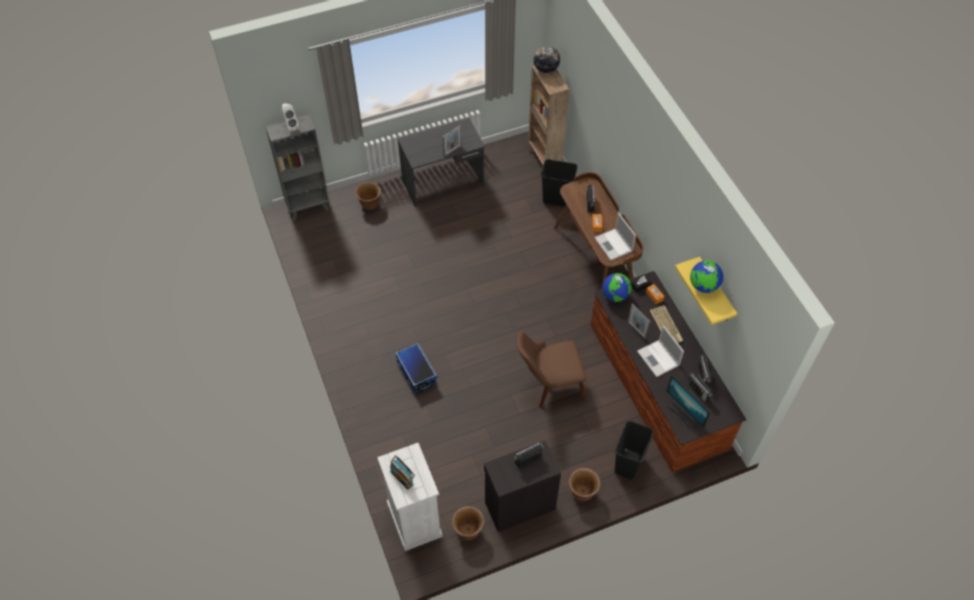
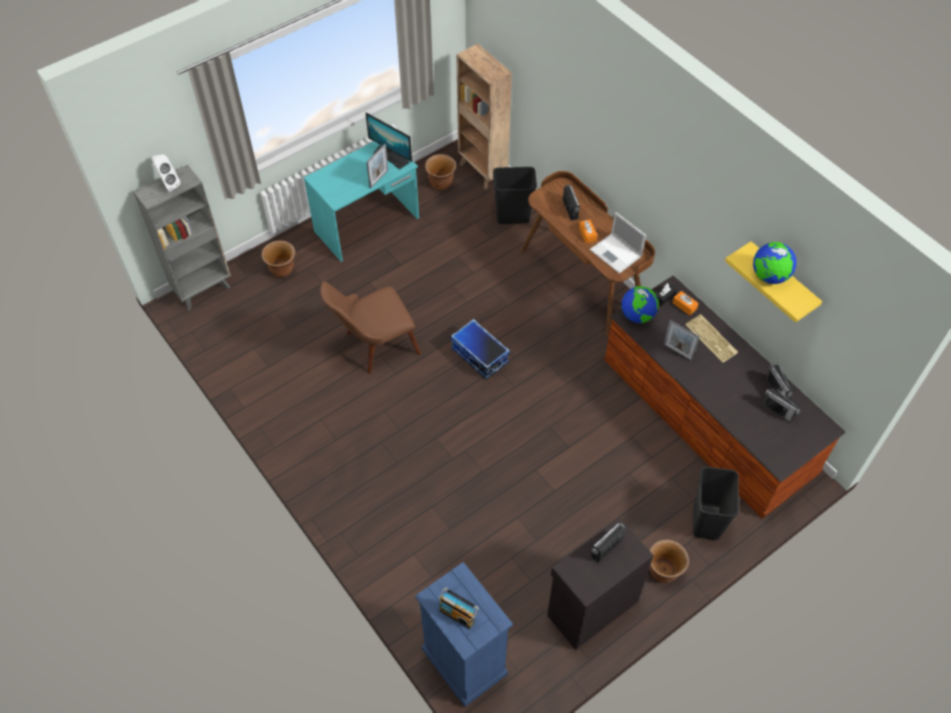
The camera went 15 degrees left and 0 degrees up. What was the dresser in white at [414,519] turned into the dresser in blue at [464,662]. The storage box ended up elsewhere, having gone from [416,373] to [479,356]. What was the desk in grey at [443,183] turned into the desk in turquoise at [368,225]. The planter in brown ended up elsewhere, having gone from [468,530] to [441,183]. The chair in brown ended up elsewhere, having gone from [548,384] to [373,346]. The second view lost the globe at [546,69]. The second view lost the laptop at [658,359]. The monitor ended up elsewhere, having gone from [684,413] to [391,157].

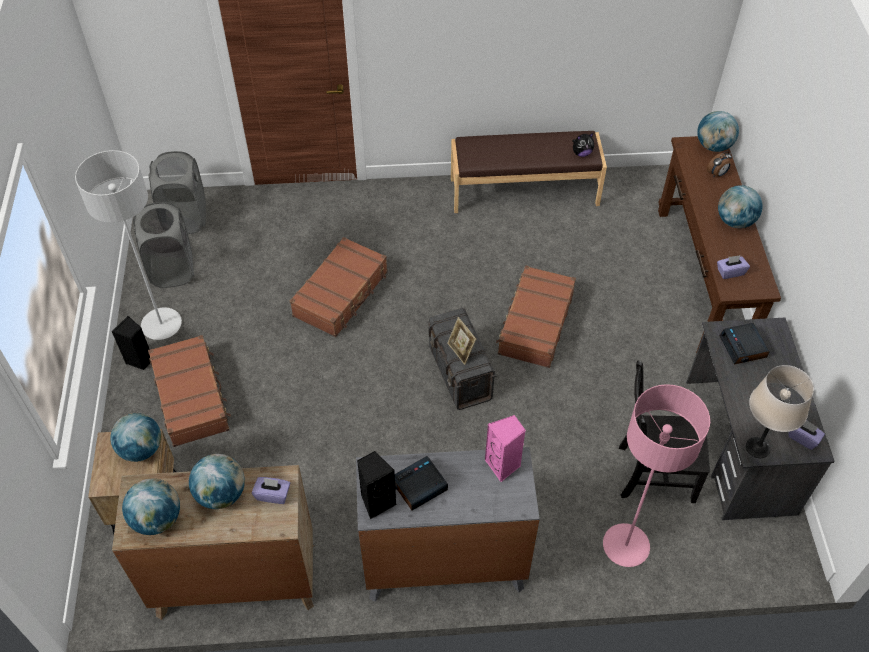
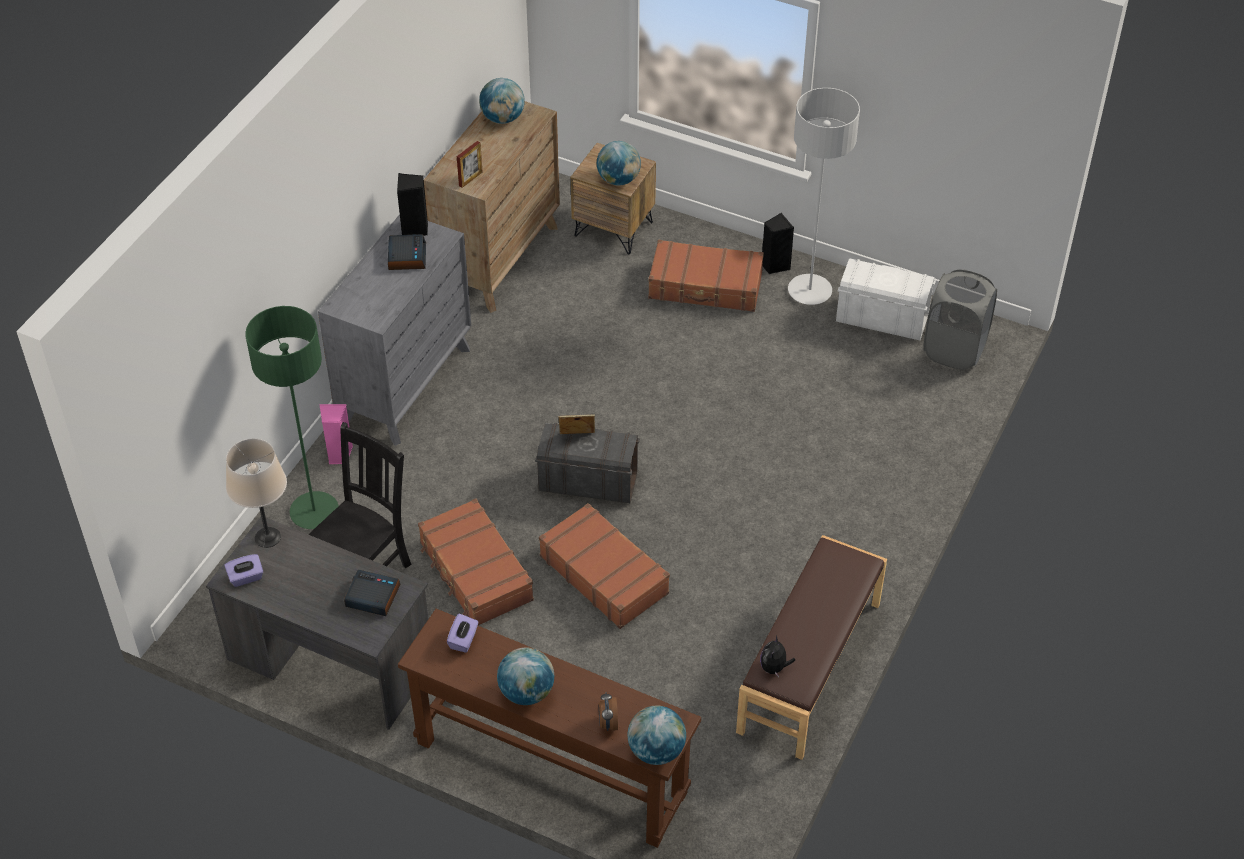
The camera went 120 degrees right and 5 degrees down. Where the laundry basket in grey stood at [172,269], the storage box in white came to stand at [881,319]. The second view lost the globe at [221,494]. Where the tissue box in purple stood at [273,494], the picture frame came to stand at [470,179]. The suitcase in brown ended up elsewhere, having gone from [341,294] to [475,572]. The speaker in pink ended up elsewhere, having gone from [503,465] to [338,454]. What was the floor lamp in pink at [625,546] turned into the floor lamp in green at [314,512].

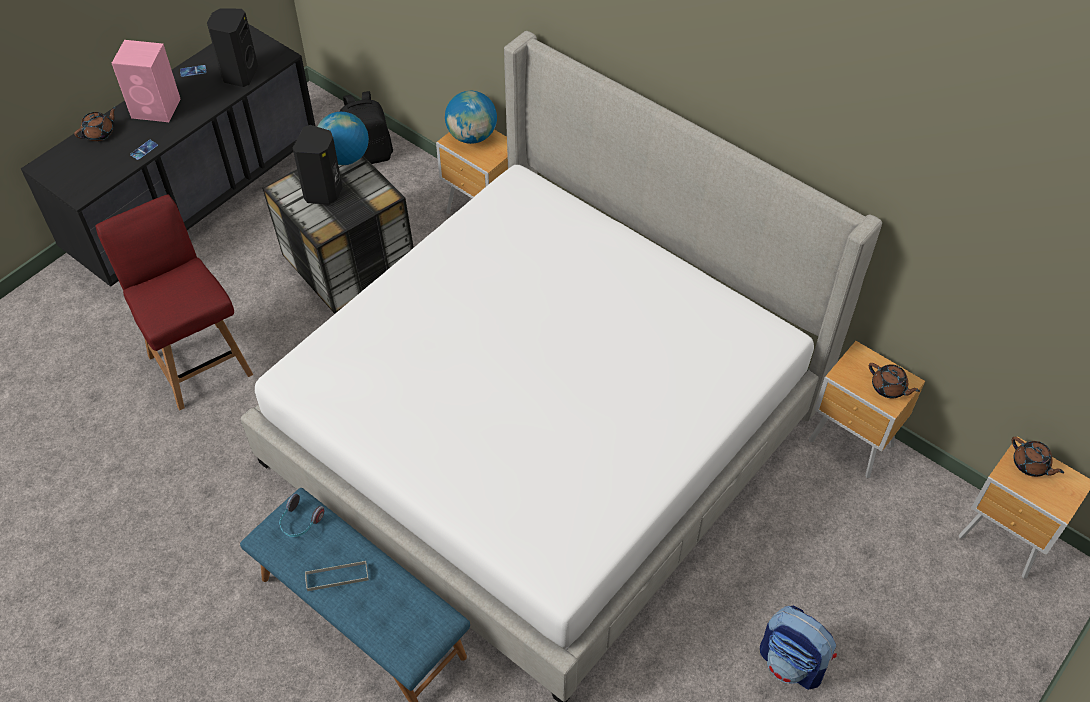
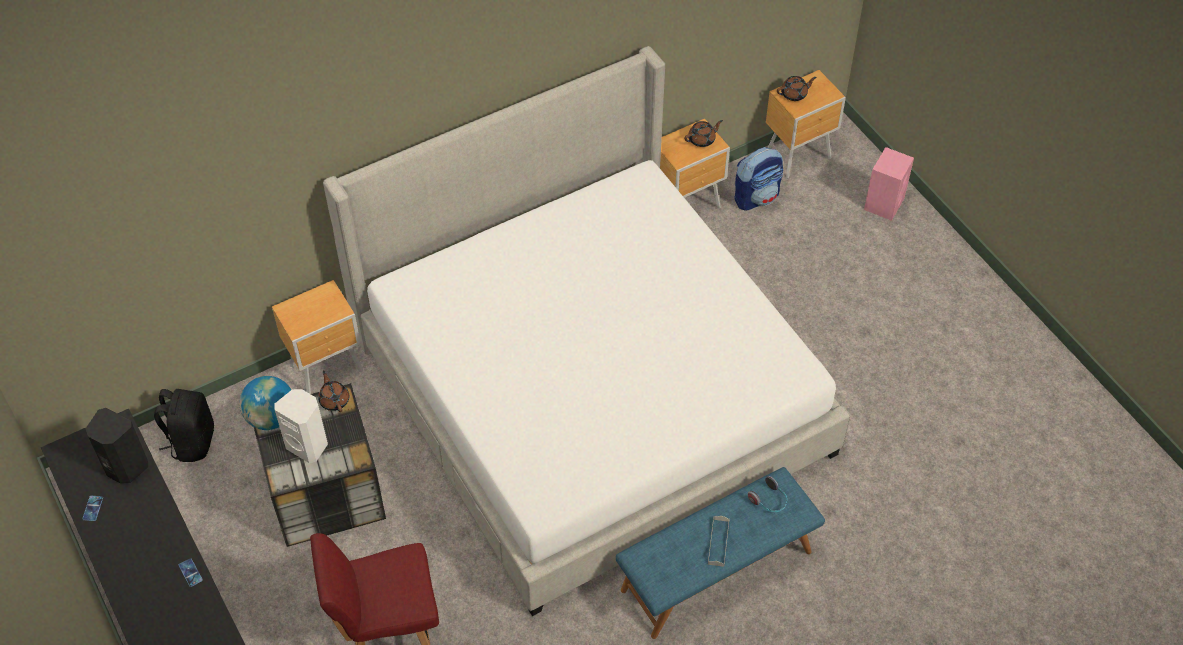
The camera went 70 degrees left and 0 degrees up. The teapot in brown ended up elsewhere, having gone from [100,133] to [334,400]. The speaker in pink ended up elsewhere, having gone from [157,108] to [884,203]. The headphones ended up elsewhere, having gone from [300,522] to [769,501]. What was the speaker in black at [324,192] turned into the speaker in white at [308,445]. The second view lost the globe at [472,136]. The backpack ended up elsewhere, having gone from [792,663] to [756,197].

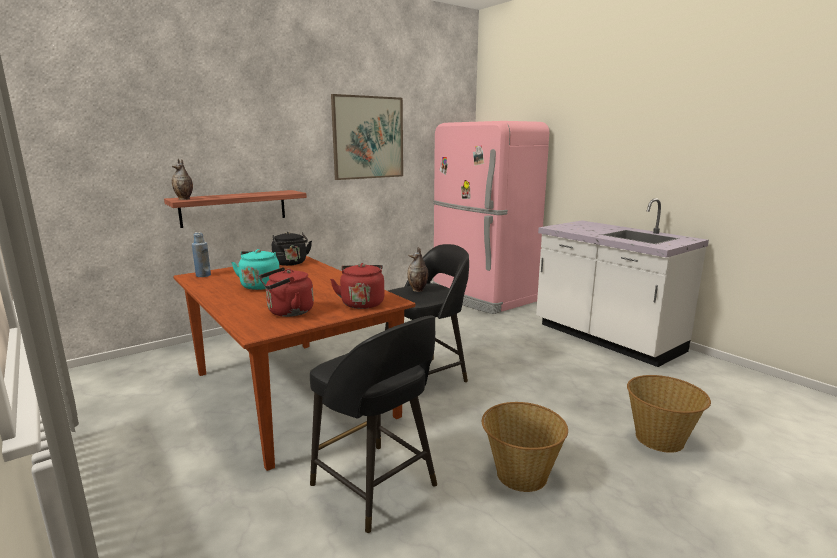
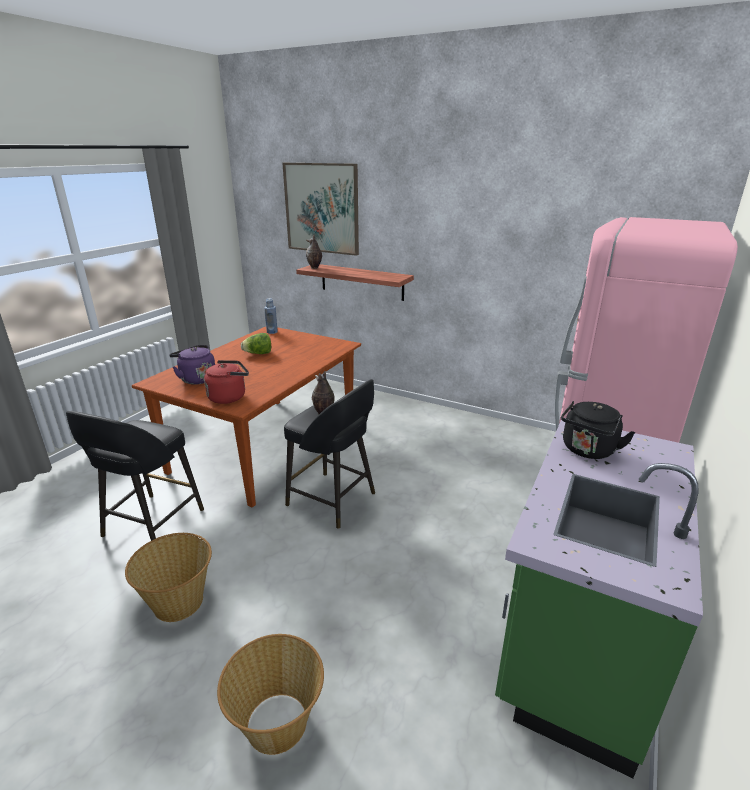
The camera went 65 degrees right and 10 degrees up. Where the kettle in turquoise stood at [261,285], the lettuce came to stand at [258,354]. What was the kettle in red at [287,312] turned into the kettle in purple at [196,379]. The kettle in black ended up elsewhere, having gone from [291,263] to [587,451]. The picture ended up elsewhere, having gone from [368,137] to [321,208]. What was the counter in white at [606,338] turned into the counter in green at [575,639].

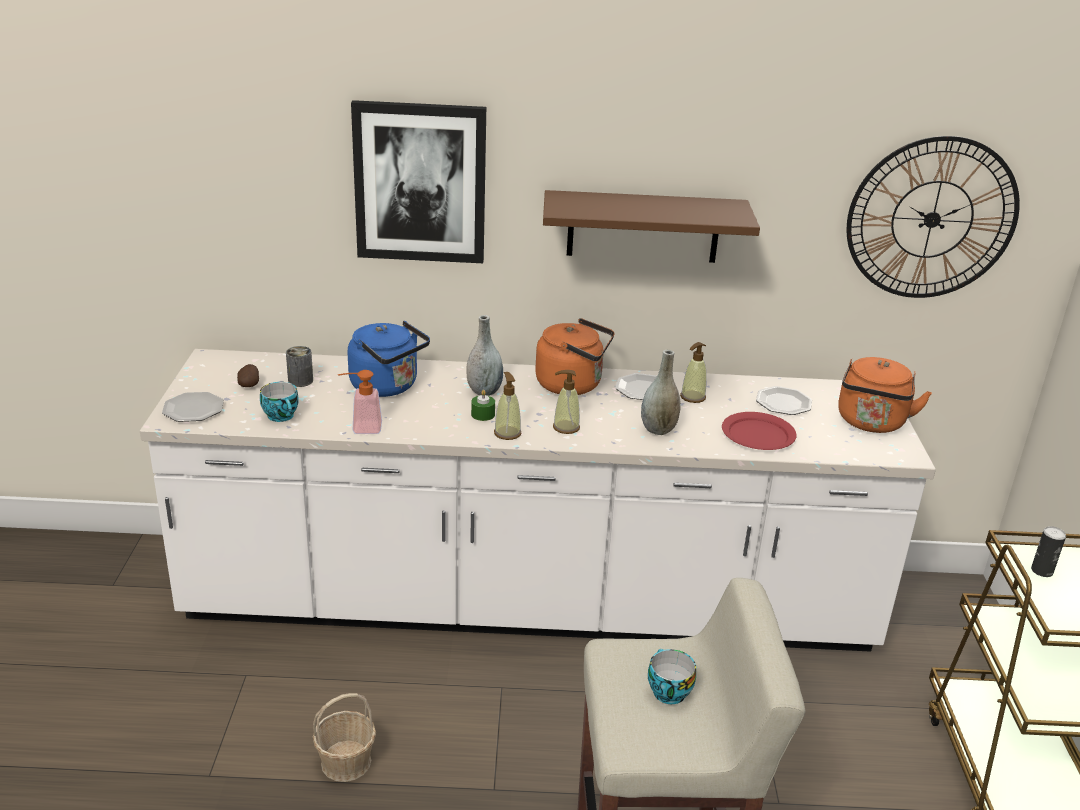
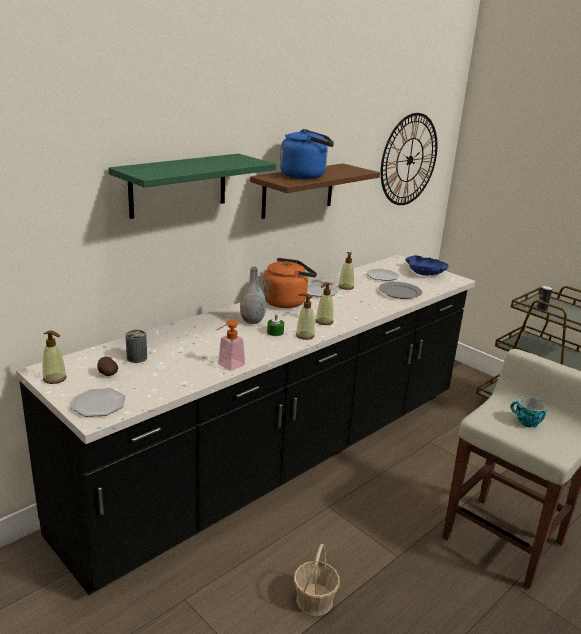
The camera went 45 degrees left and 5 degrees down. What was the counter in white at [530,605] turned into the counter in black at [281,458]. The second view lost the cup at [282,416]. The kettle in blue ended up elsewhere, having gone from [388,387] to [305,176]. Where the picture hung at [420,183], the shelf in green came to hang at [178,185]. The second view lost the vase in grey at [658,429]. What was the plate in red at [757,434] turned into the plate in grey at [399,292]. Where the kettle in orange stood at [871,423], the bowl in blue came to stand at [425,272]. The second view gained the soap dispenser at [55,378].

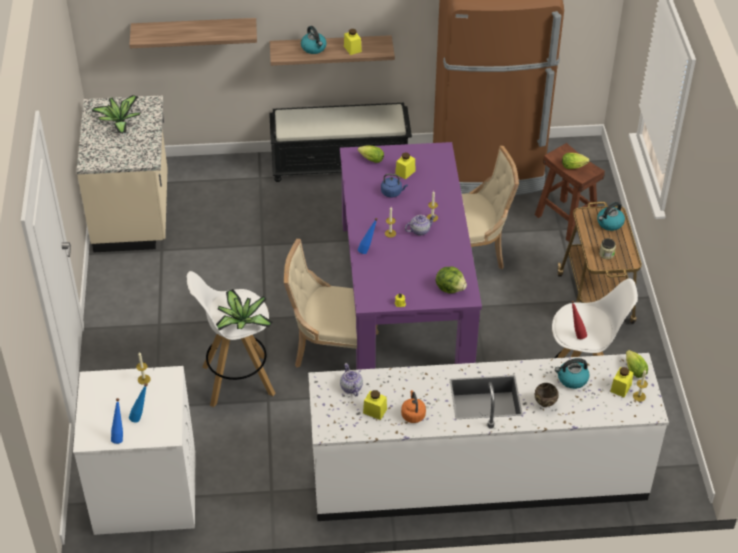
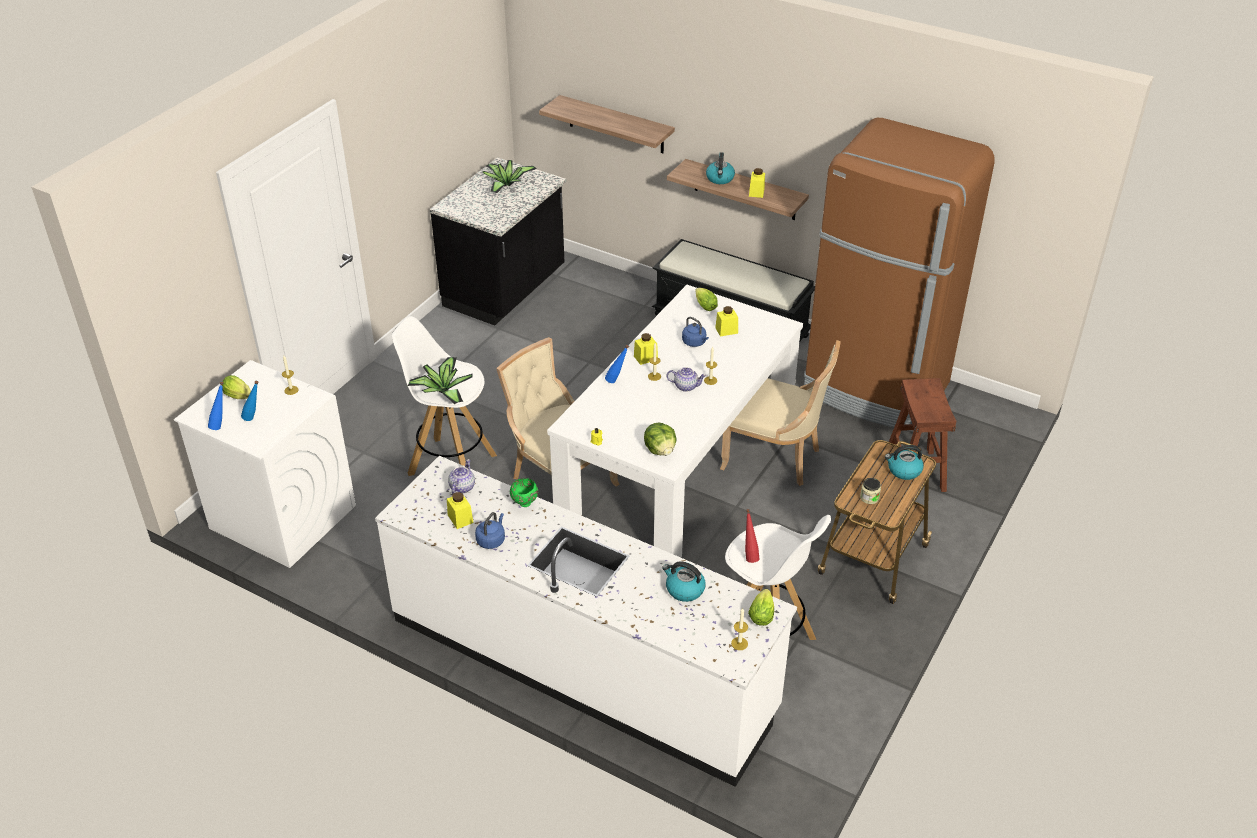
The camera went 35 degrees right and 5 degrees down. What was the counter in beige at [134,214] turned into the counter in black at [506,290]. What was the dining table in purple at [404,294] turned into the dining table in white at [678,463]. What was the kettle in orange at [413,414] turned into the kettle in blue at [491,540]. The second view lost the bowl in brown at [545,404]. The lettuce ended up elsewhere, having gone from [575,166] to [240,397]. The jar in yellow ended up elsewhere, having gone from [620,388] to [645,358]. The second view gained the bowl in green at [524,504].

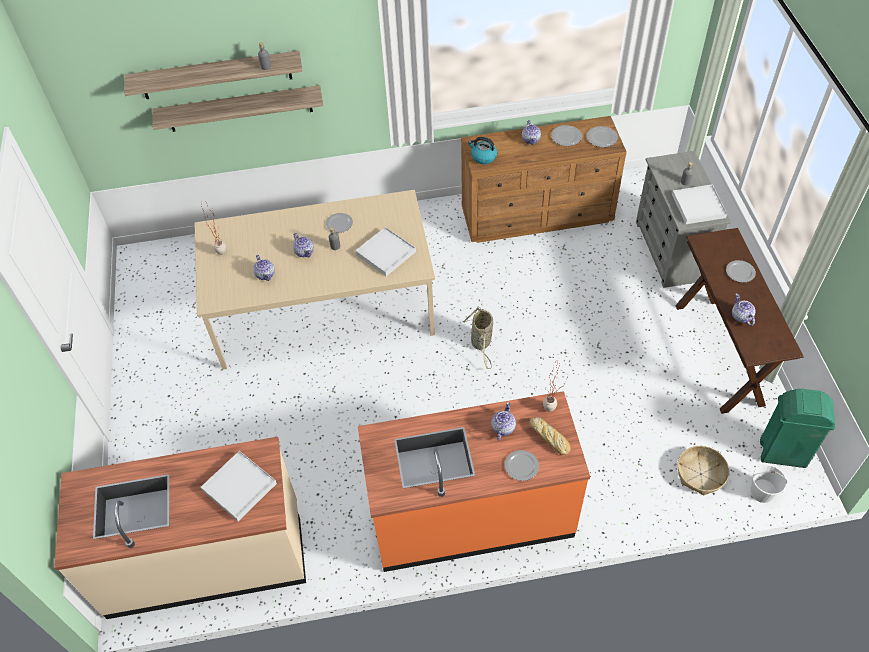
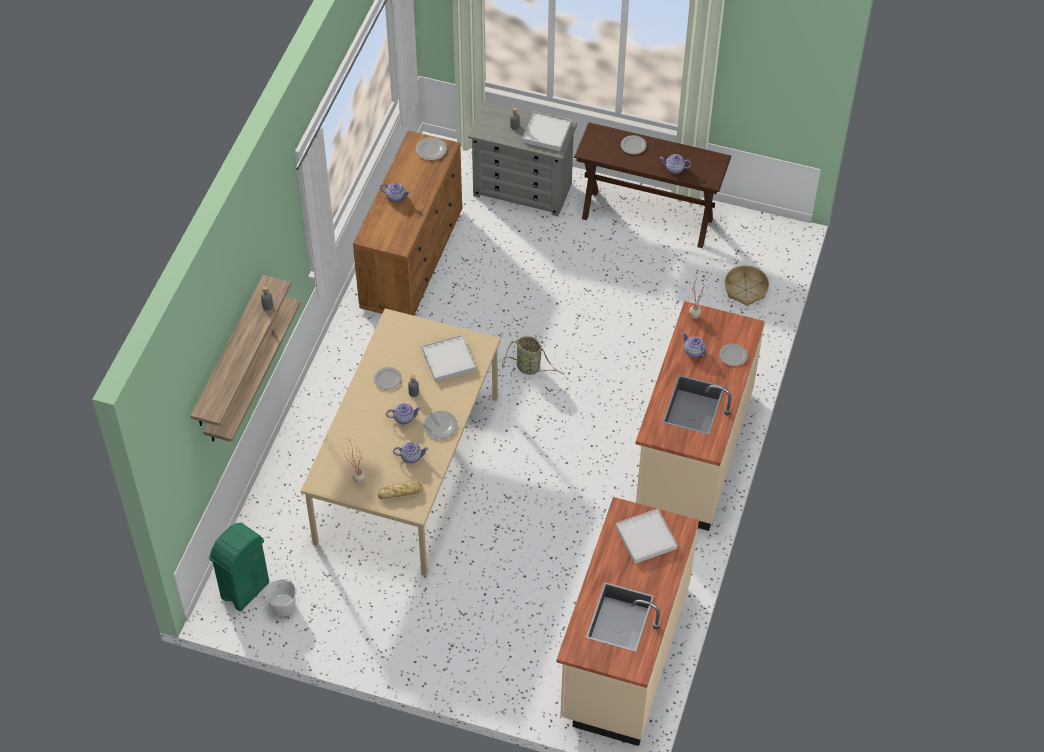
The camera went 65 degrees left and 0 degrees up. What was the counter in orange at [471,514] turned into the counter in beige at [692,450]. The second view lost the kettle at [483,157]. The bread ended up elsewhere, having gone from [550,438] to [401,492]. The plate ended up elsewhere, having gone from [566,136] to [439,426]. The bucket in white ended up elsewhere, having gone from [763,491] to [283,605]. The trash can in green ended up elsewhere, having gone from [782,453] to [244,590].

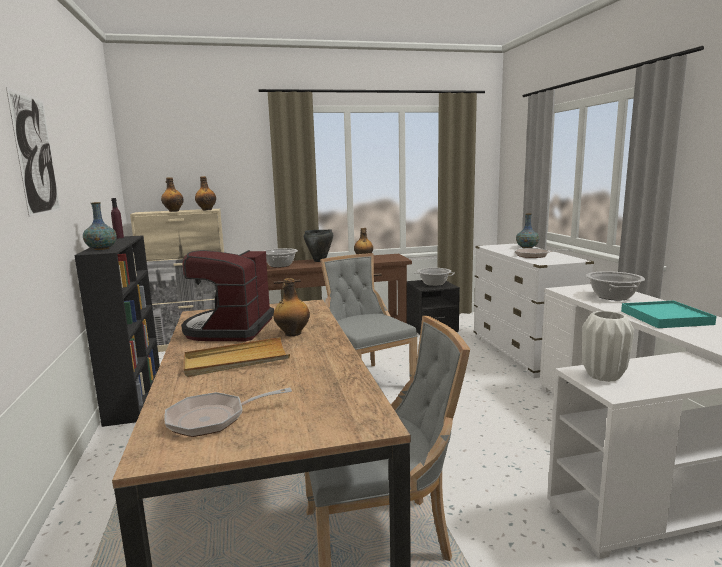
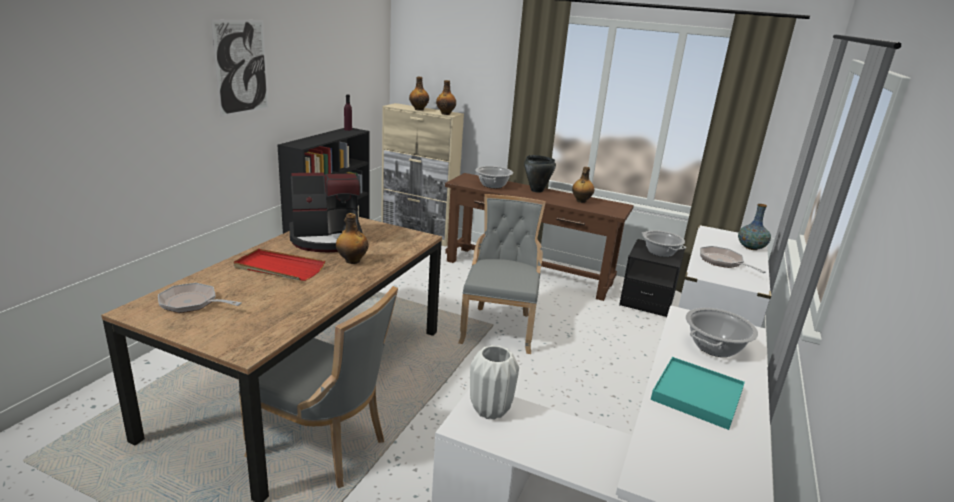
The camera went 35 degrees right and 10 degrees up. The second view lost the vase at [101,249]. The coffee machine at [229,329] ended up facing another way, 150 degrees counterclockwise from before. What was the tray in beige at [236,361] turned into the tray in red at [279,268].

